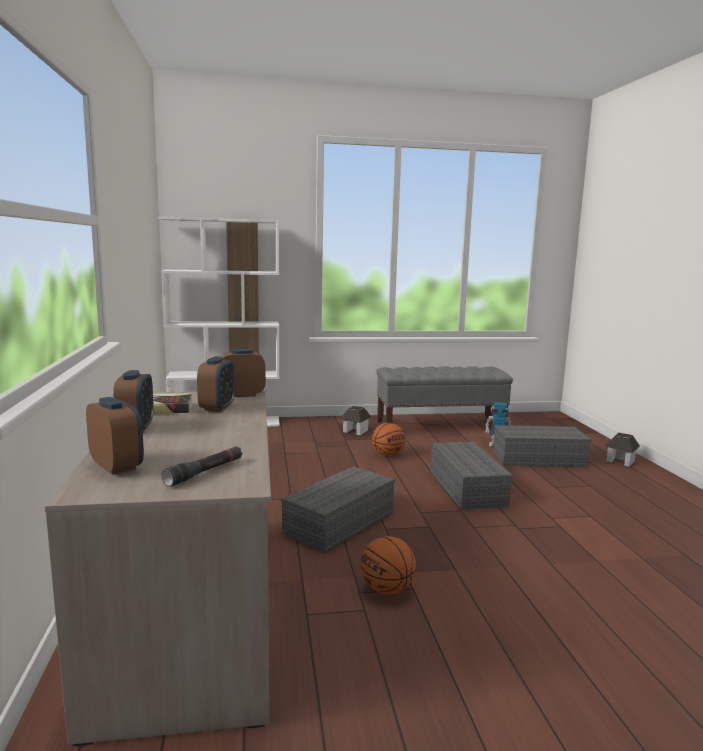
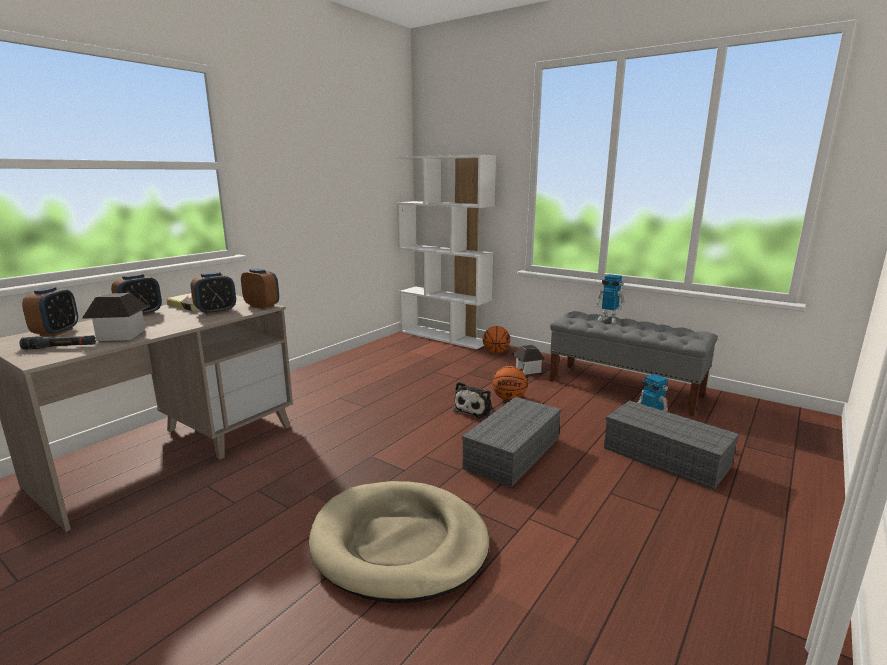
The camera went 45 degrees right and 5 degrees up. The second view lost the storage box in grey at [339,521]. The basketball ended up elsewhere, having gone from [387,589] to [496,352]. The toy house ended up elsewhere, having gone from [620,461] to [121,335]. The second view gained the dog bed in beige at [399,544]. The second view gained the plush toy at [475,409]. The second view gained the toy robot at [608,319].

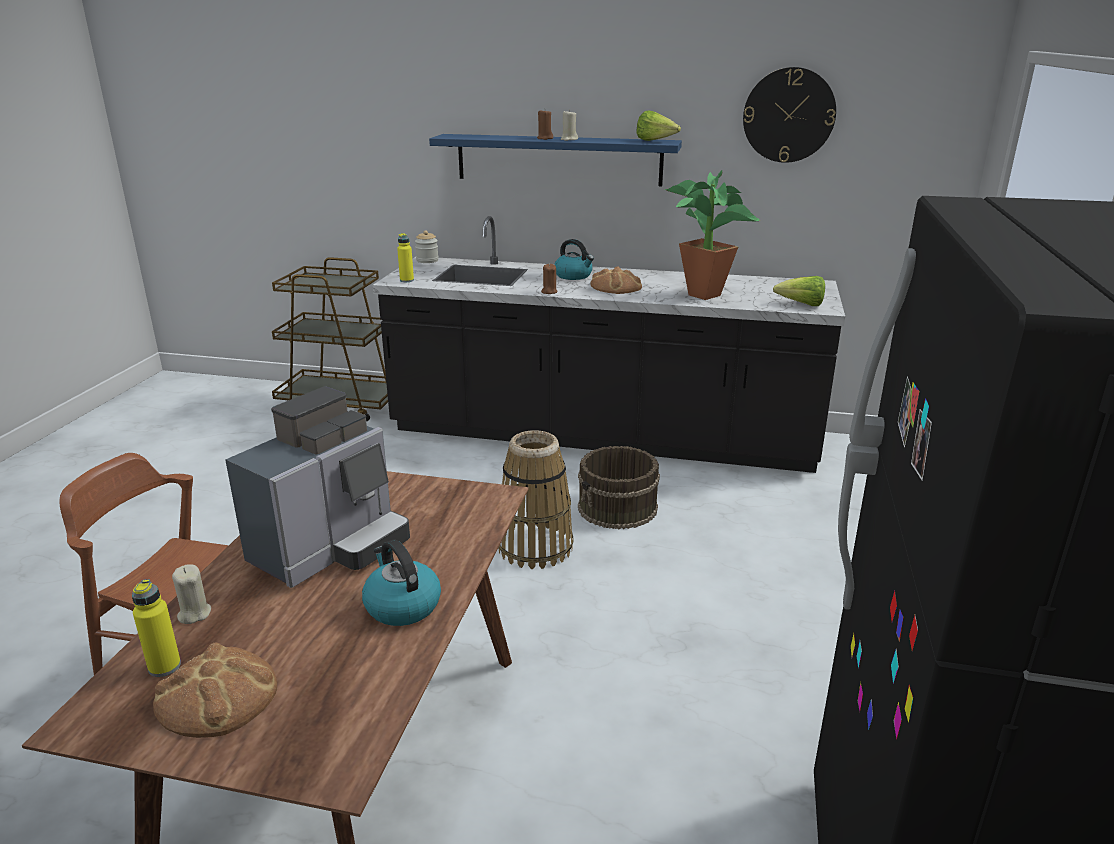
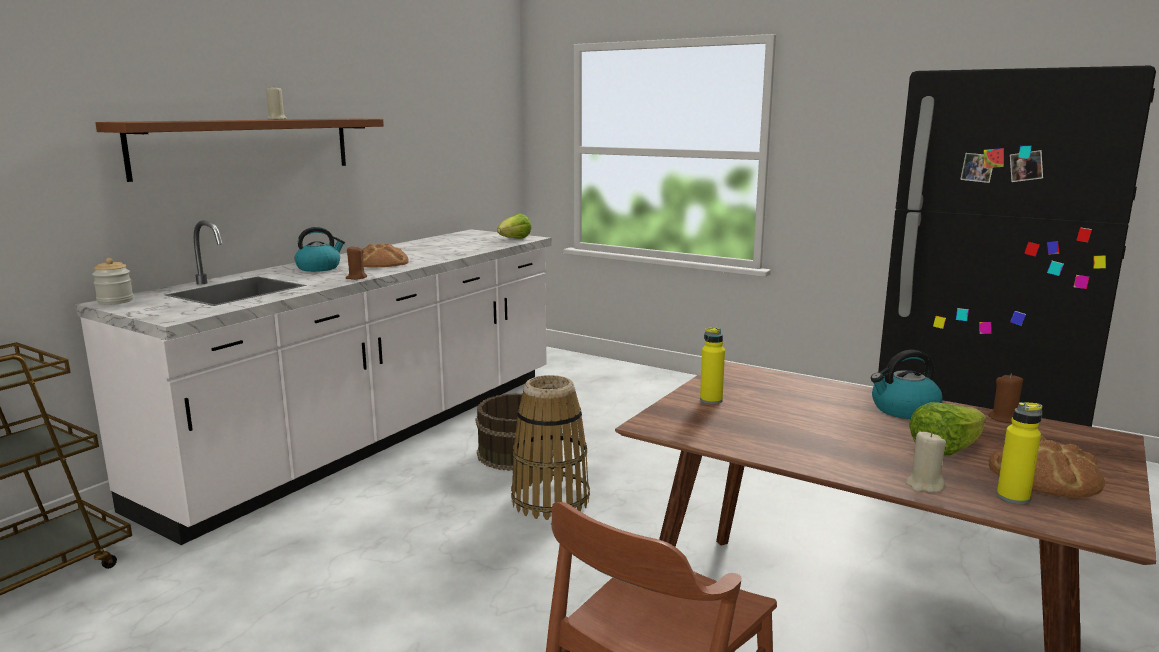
The camera went 70 degrees left and 10 degrees down. The second view lost the coffee machine at [331,548]. What was the counter in black at [602,436] turned into the counter in white at [374,434]. The bottle in yellow ended up elsewhere, having gone from [407,280] to [711,400]. What was the shelf in blue at [558,159] turned into the shelf in brown at [246,146]. The candle in brown ended up elsewhere, having gone from [545,138] to [1005,419]. The lettuce ended up elsewhere, having gone from [655,141] to [945,450]. The second view lost the potted plant at [702,293]. The second view lost the wall clock at [788,115].

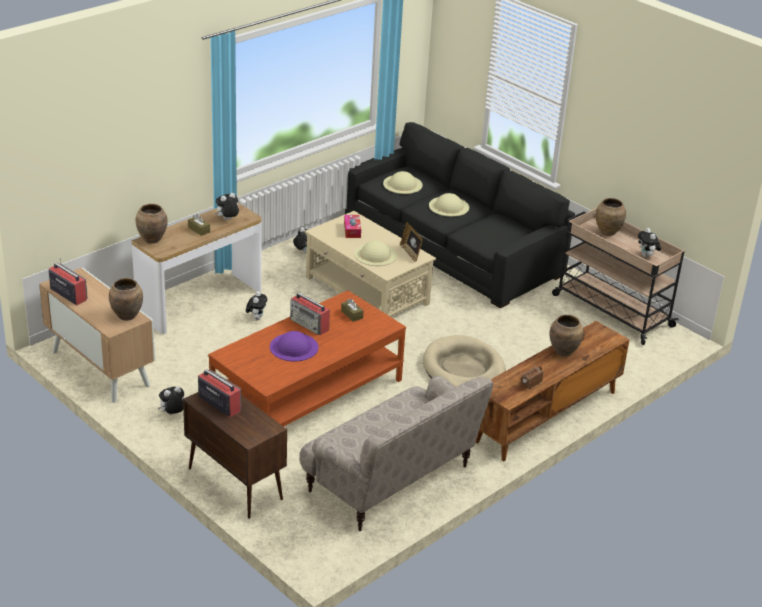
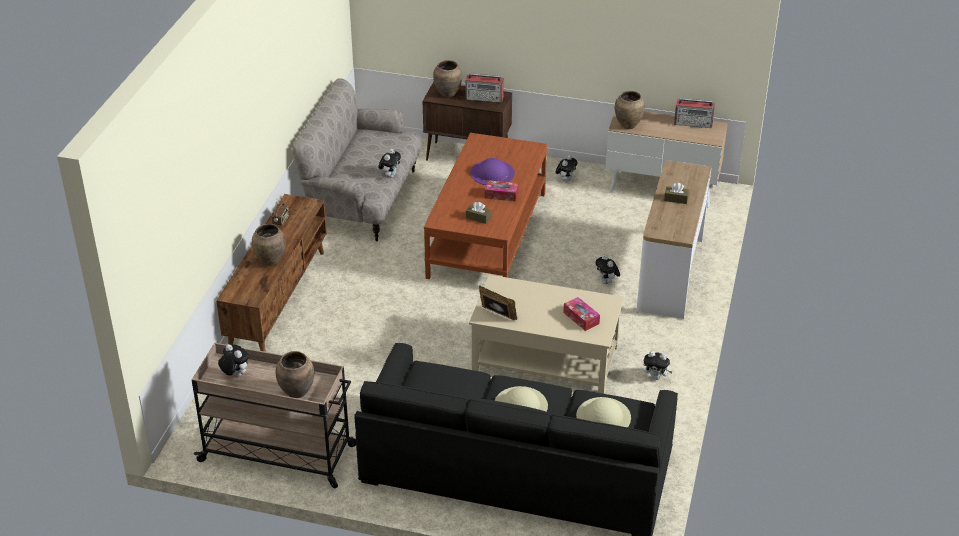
The camera went 150 degrees right and 5 degrees up. The vase in brown ended up elsewhere, having gone from [152,239] to [448,94]. The plush toy ended up elsewhere, having gone from [227,220] to [390,175]. Where the radio stood at [310,325], the tissue box came to stand at [501,195]. The second view lost the hat in beige at [375,254]. The second view lost the dog bed in beige at [463,369].

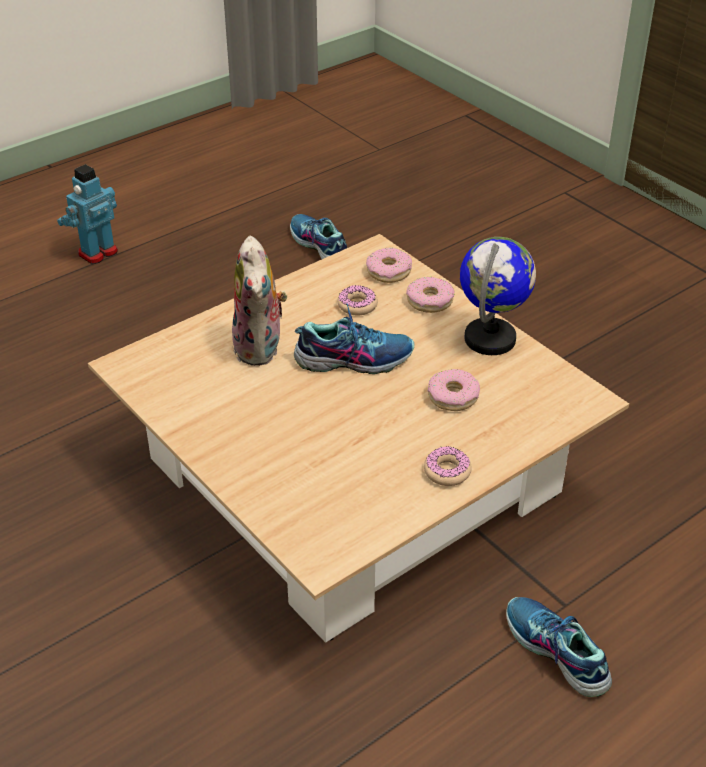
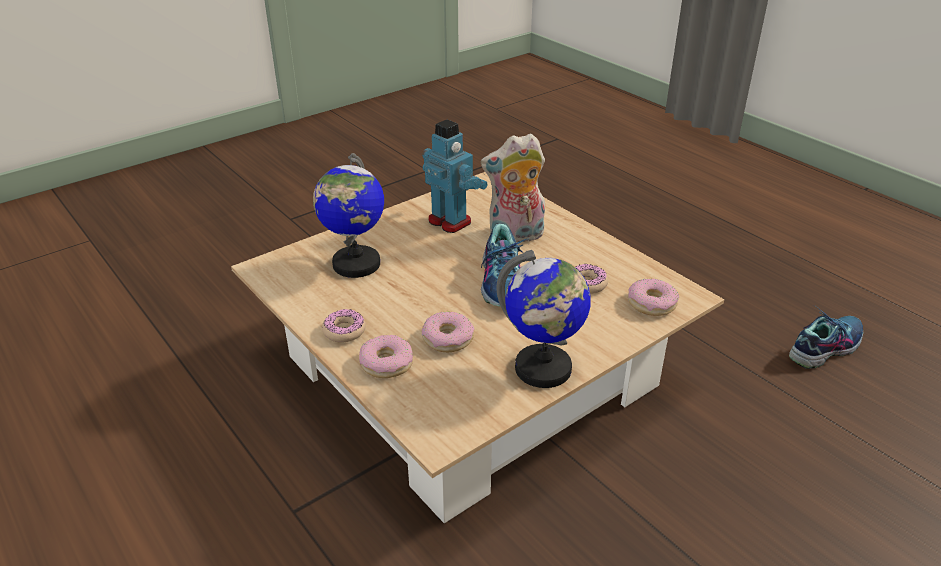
The camera went 90 degrees right and 5 degrees down. The toy robot ended up elsewhere, having gone from [97,252] to [450,221]. The donut ended up elsewhere, having gone from [430,301] to [387,363]. The second view lost the shoe at [555,652]. The second view gained the globe at [355,264].

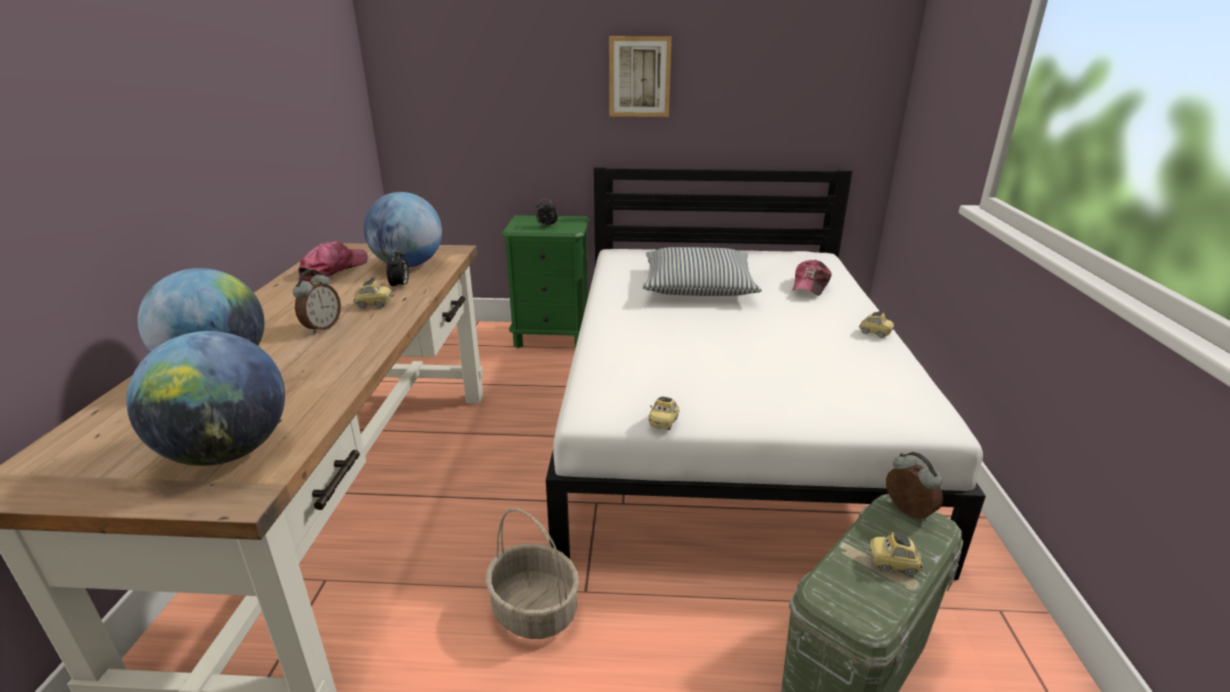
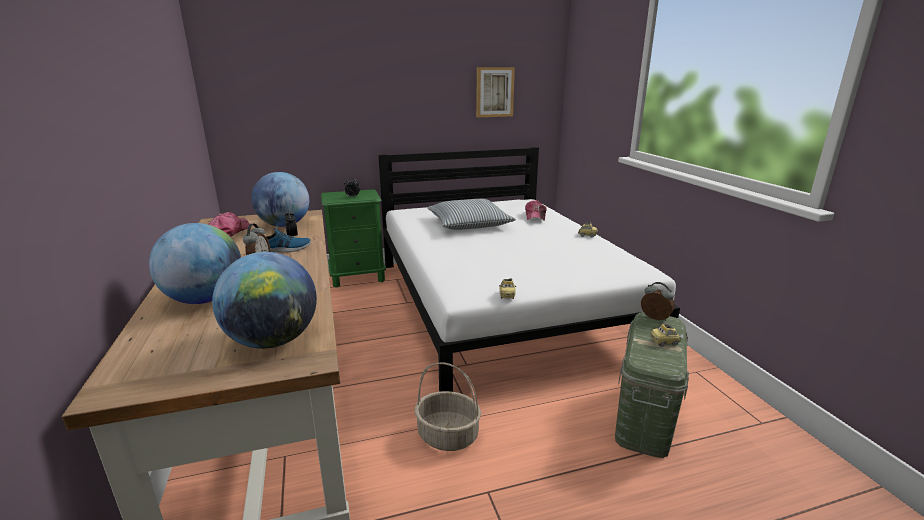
The camera went 20 degrees left and 5 degrees down. Where the toy car stood at [374,304], the shoe came to stand at [285,249]. The picture ended up elsewhere, having gone from [639,77] to [494,92].

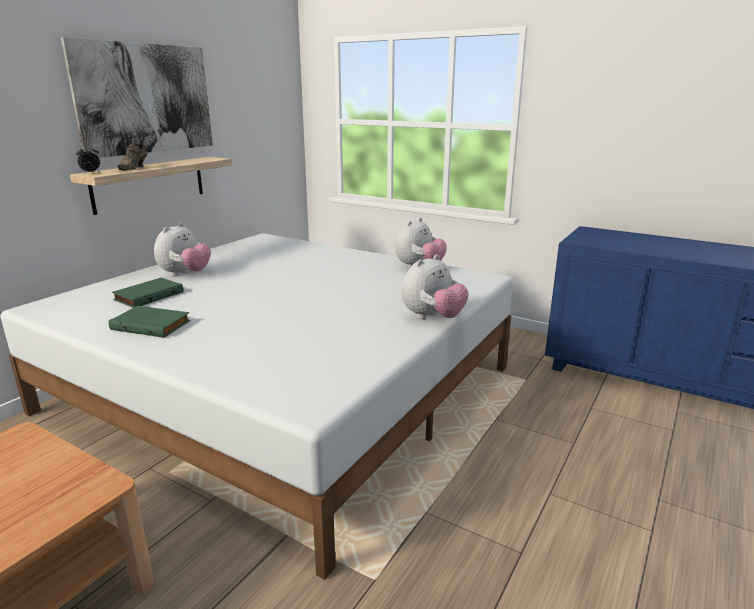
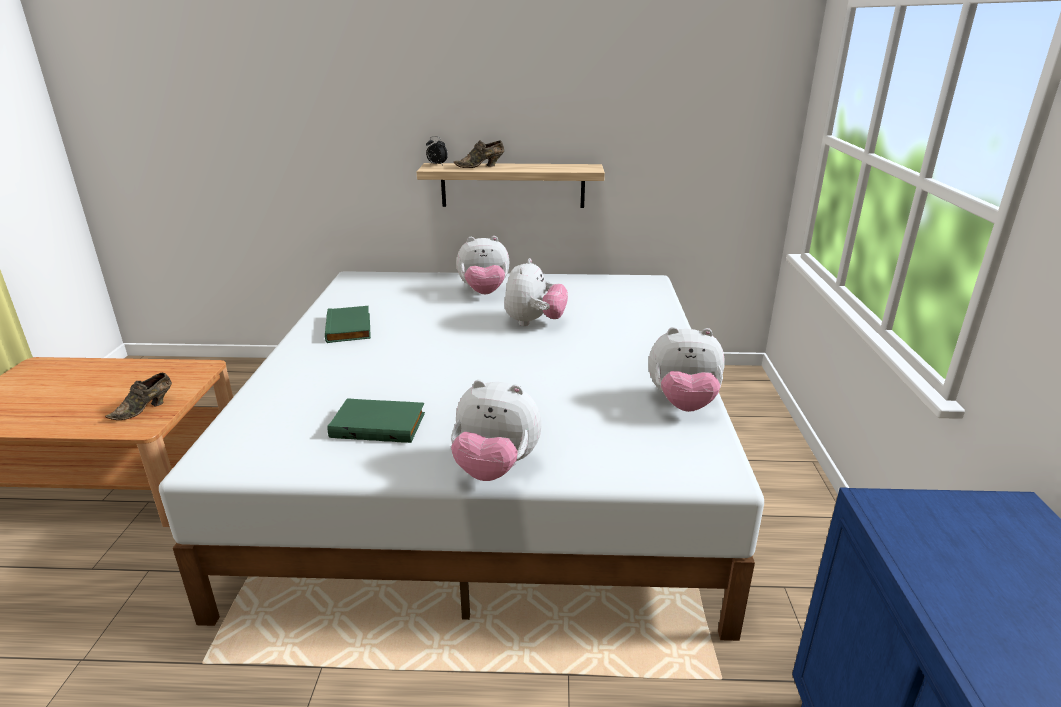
The camera went 60 degrees right and 5 degrees up. The second view lost the picture at [146,99]. The book in green ended up elsewhere, having gone from [148,295] to [379,424]. The second view gained the shoe in brown at [145,409]. The second view gained the plush toy at [534,322].

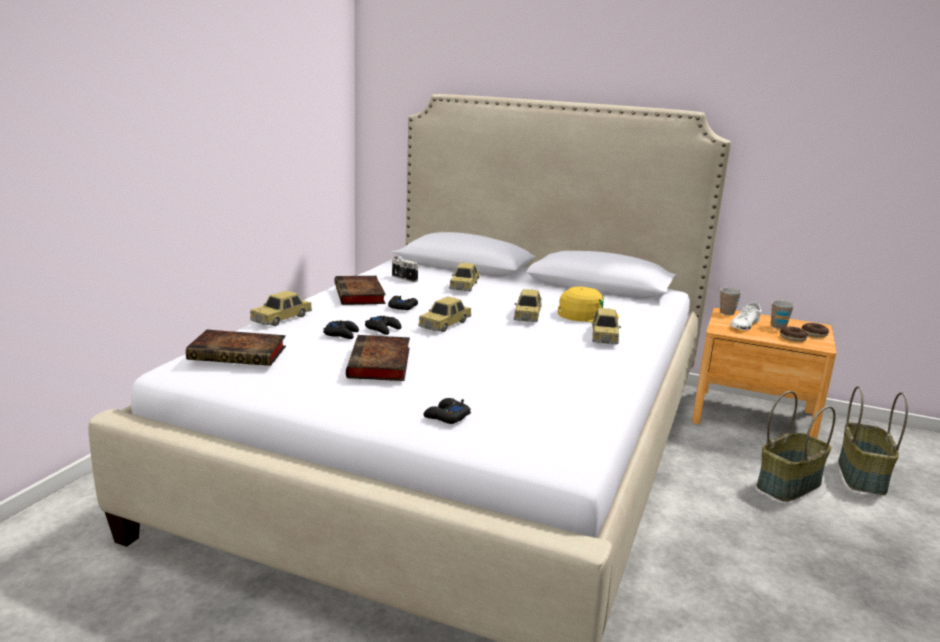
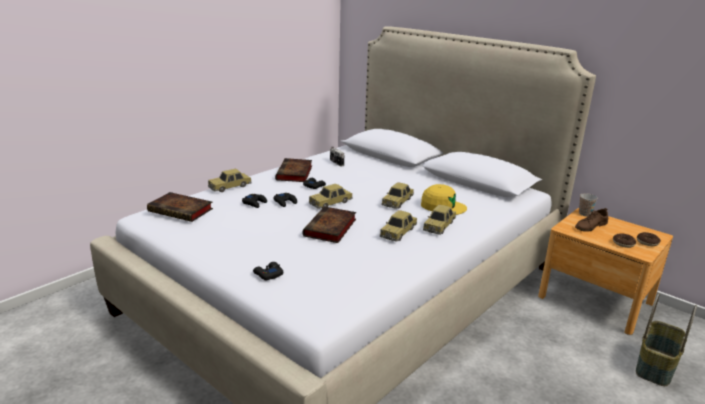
The camera went 20 degrees right and 5 degrees up. The book ended up elsewhere, having gone from [380,364] to [330,228]. The toy car ended up elsewhere, having gone from [464,286] to [398,232]. What was the shoe in white at [744,325] turned into the shoe in brown at [590,226]. The second view lost the basket at [788,484]. The second view lost the cup at [778,327].

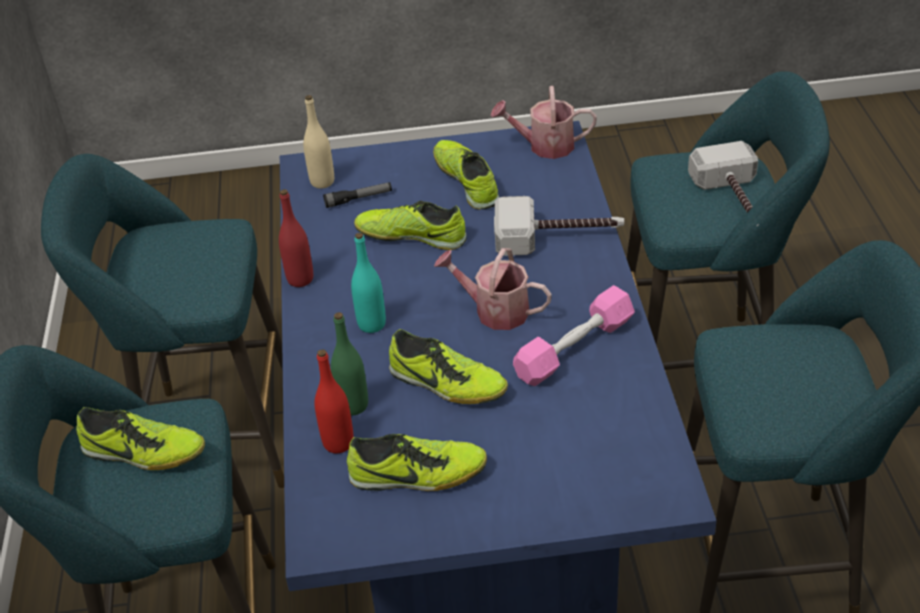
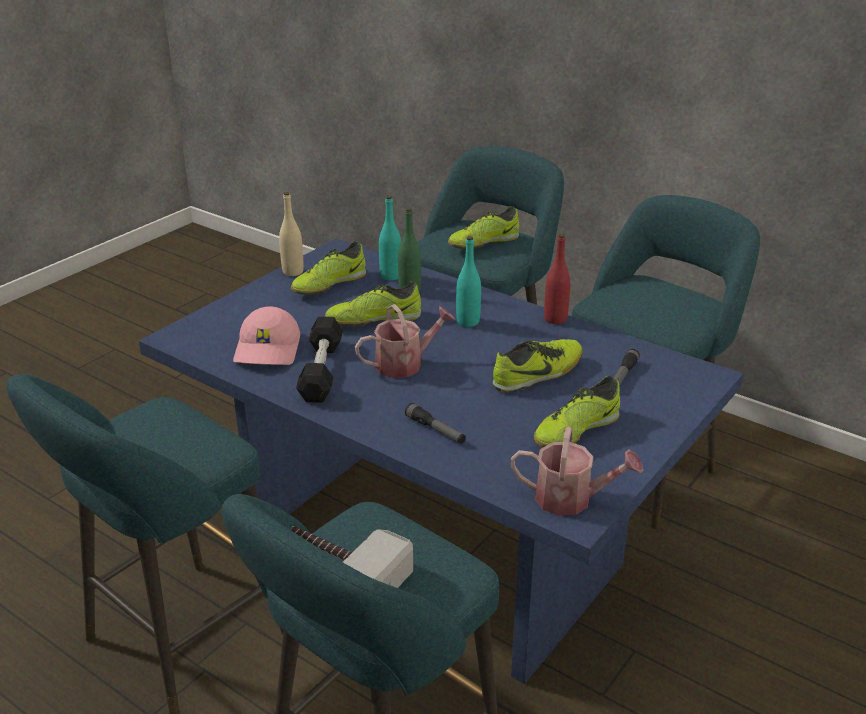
The camera went 130 degrees right and 10 degrees down. The bottle in beige ended up elsewhere, having gone from [322,182] to [293,272]. What was the bottle in red at [338,443] turned into the bottle in turquoise at [390,276]. The shoe at [467,181] ended up facing another way, 120 degrees clockwise from before. The watering can at [544,146] ended up facing another way, 60 degrees clockwise from before. Where the hammer stood at [559,236], the flashlight came to stand at [435,430]. What was the dumbbell in pink at [574,348] turned into the dumbbell in black at [321,371]. The second view gained the cap in pink at [269,350].

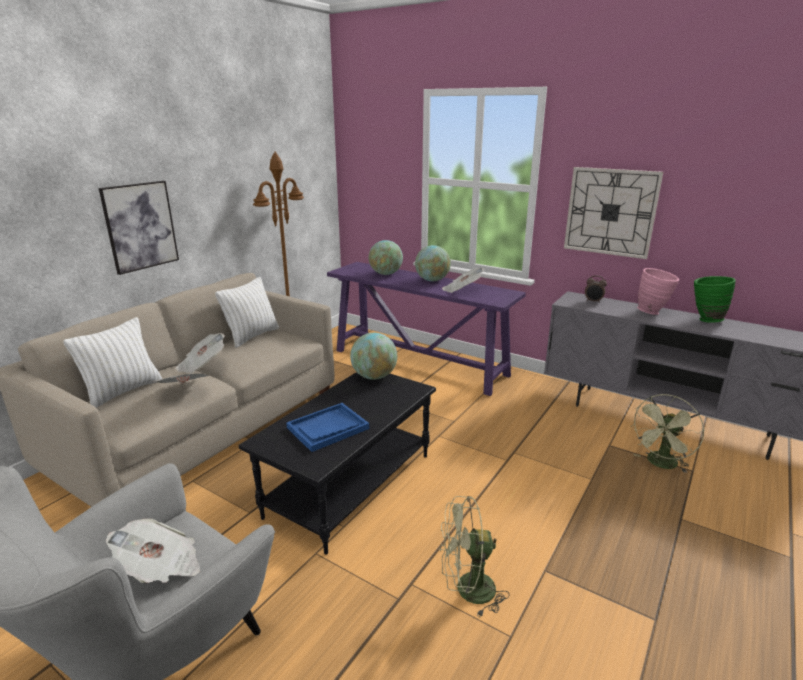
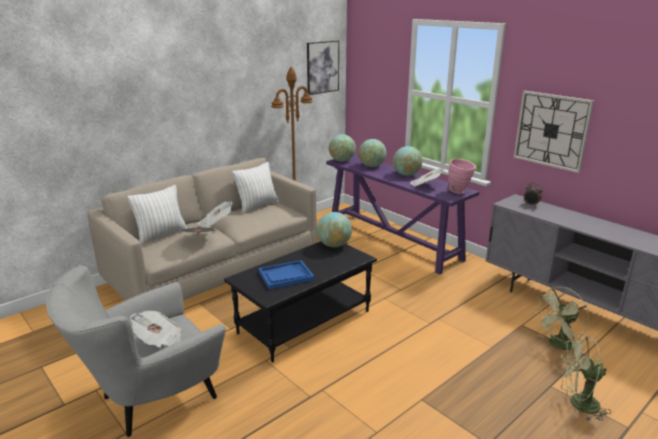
The camera went 15 degrees right and 0 degrees up. The picture ended up elsewhere, having gone from [140,226] to [322,67]. The fan in green ended up elsewhere, having gone from [467,591] to [578,404]. The vase in pink ended up elsewhere, having gone from [653,312] to [460,192]. The second view lost the vase in green at [705,319]. The second view gained the globe at [341,161].

